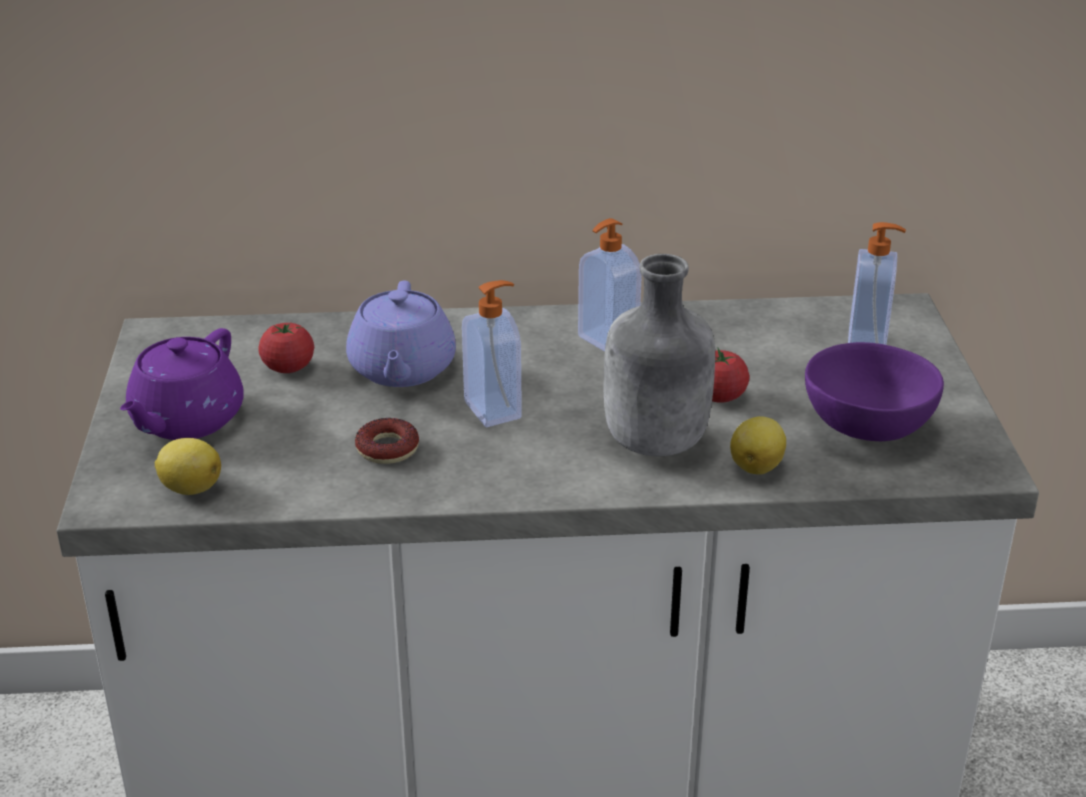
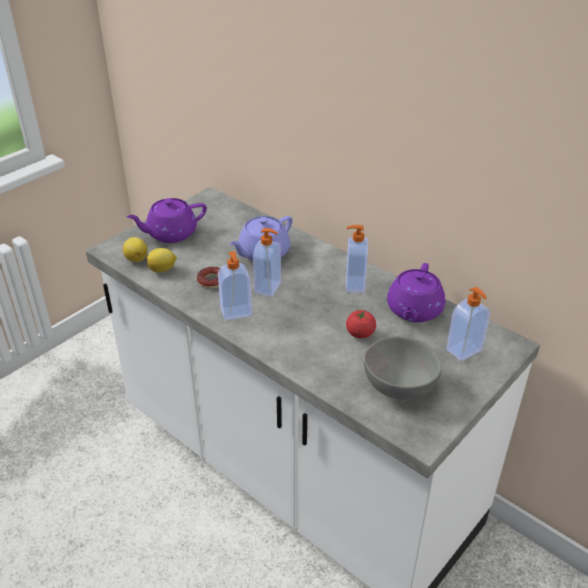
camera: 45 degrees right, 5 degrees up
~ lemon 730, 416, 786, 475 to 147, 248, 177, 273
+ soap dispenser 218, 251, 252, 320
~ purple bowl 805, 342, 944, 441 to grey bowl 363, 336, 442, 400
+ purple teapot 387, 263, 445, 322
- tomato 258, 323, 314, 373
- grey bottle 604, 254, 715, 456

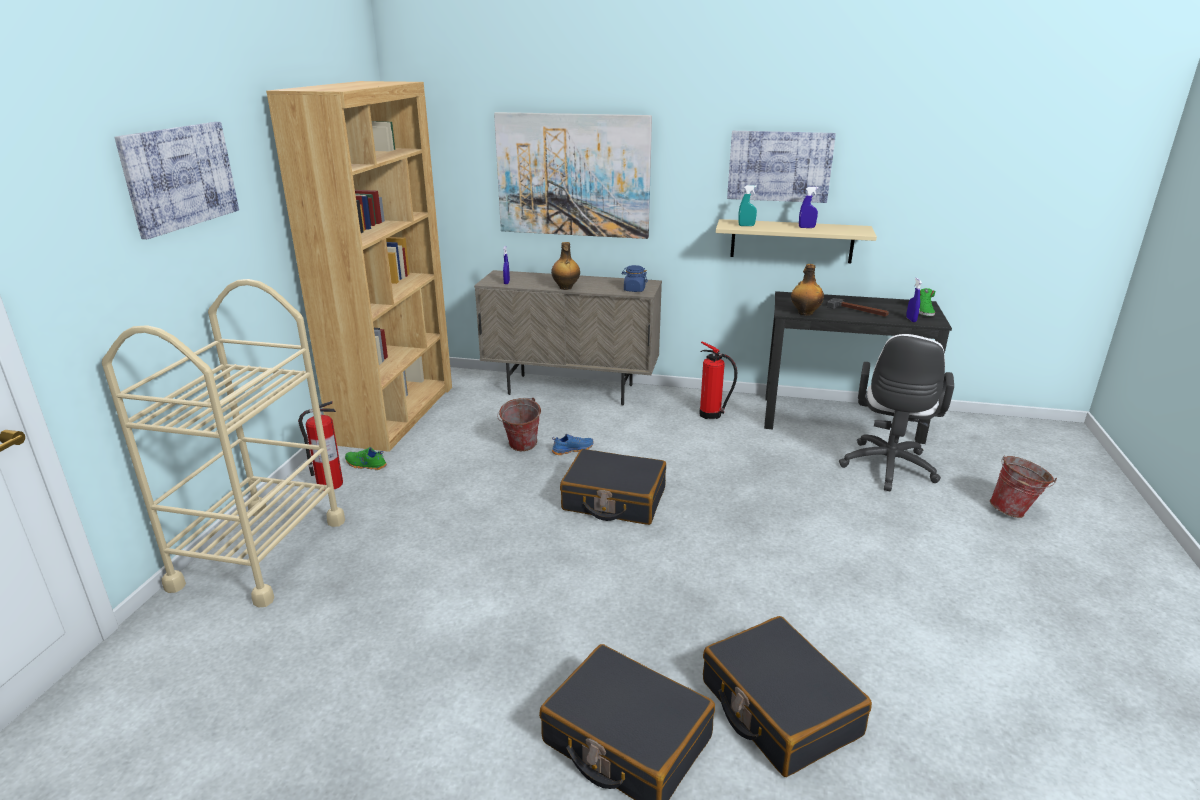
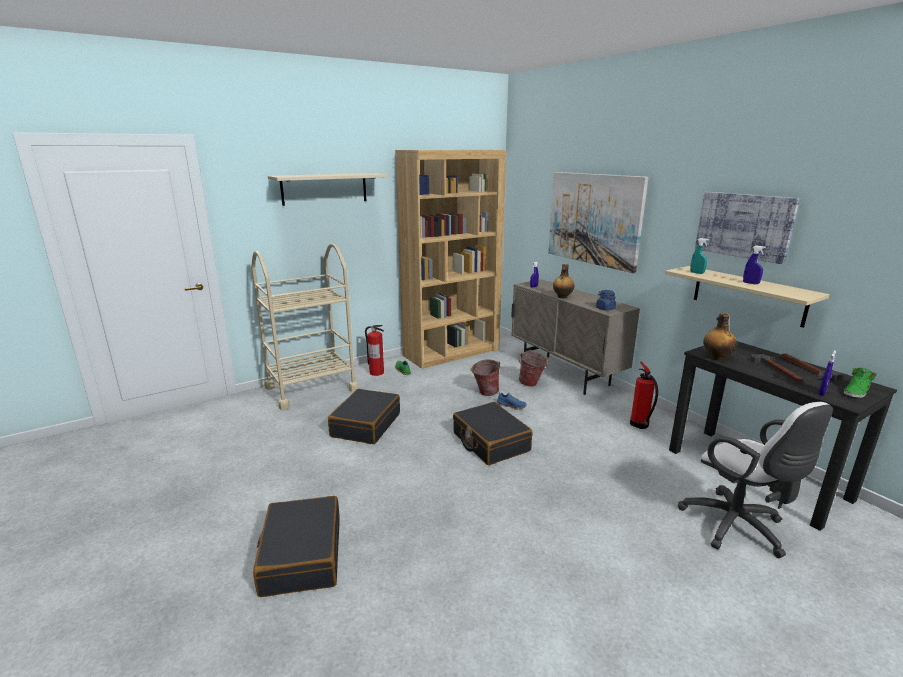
camera: 45 degrees right, 5 degrees down
~ picture 114, 122, 239, 239 to beige shelf 268, 173, 388, 206
~ black suitcase 703, 616, 872, 777 to 328, 389, 400, 444
~ bucket 990, 455, 1057, 518 to 518, 350, 548, 386
~ white office chair 839, 334, 954, 491 = 678, 402, 833, 558 90 degrees counterclockwise
+ hammer 781, 353, 842, 381

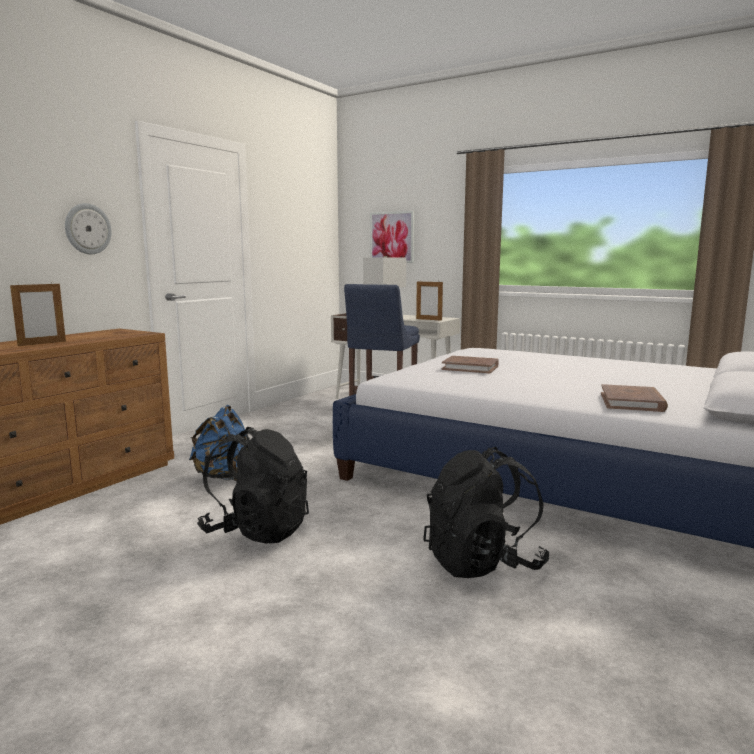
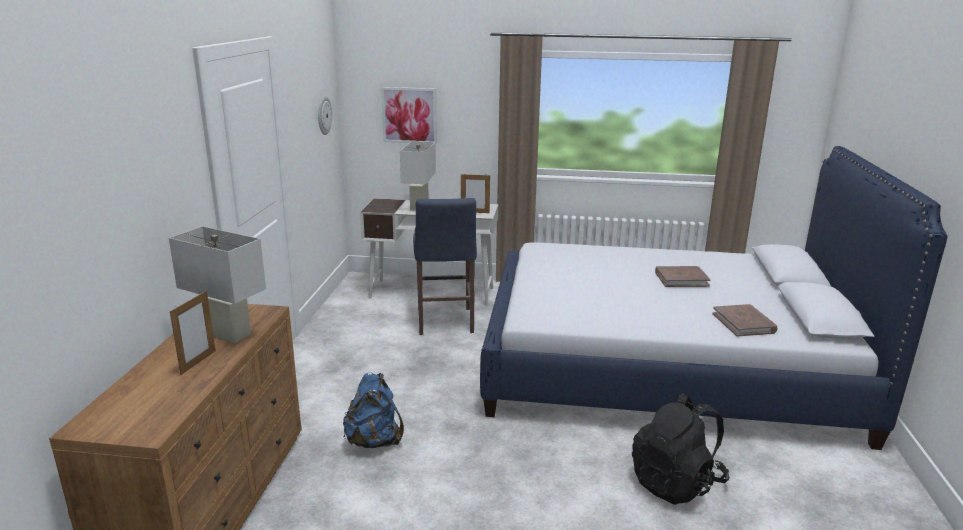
camera: 25 degrees left, 10 degrees up
+ white table lamp 169, 226, 266, 343
~ wall clock 65, 203, 112, 254 to 318, 96, 332, 135
~ brown book 442, 356, 499, 373 to 655, 266, 711, 287
- black backpack 197, 427, 309, 543

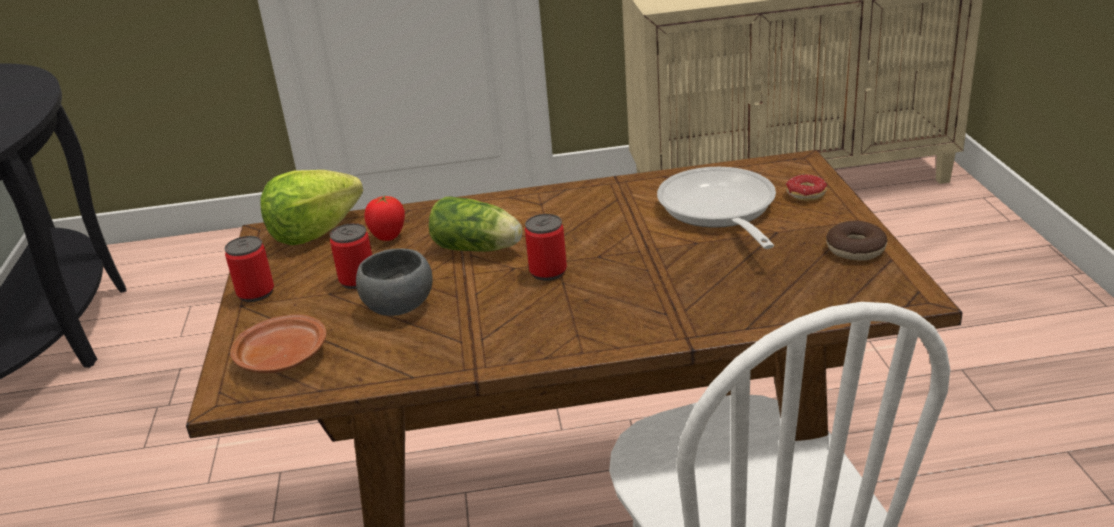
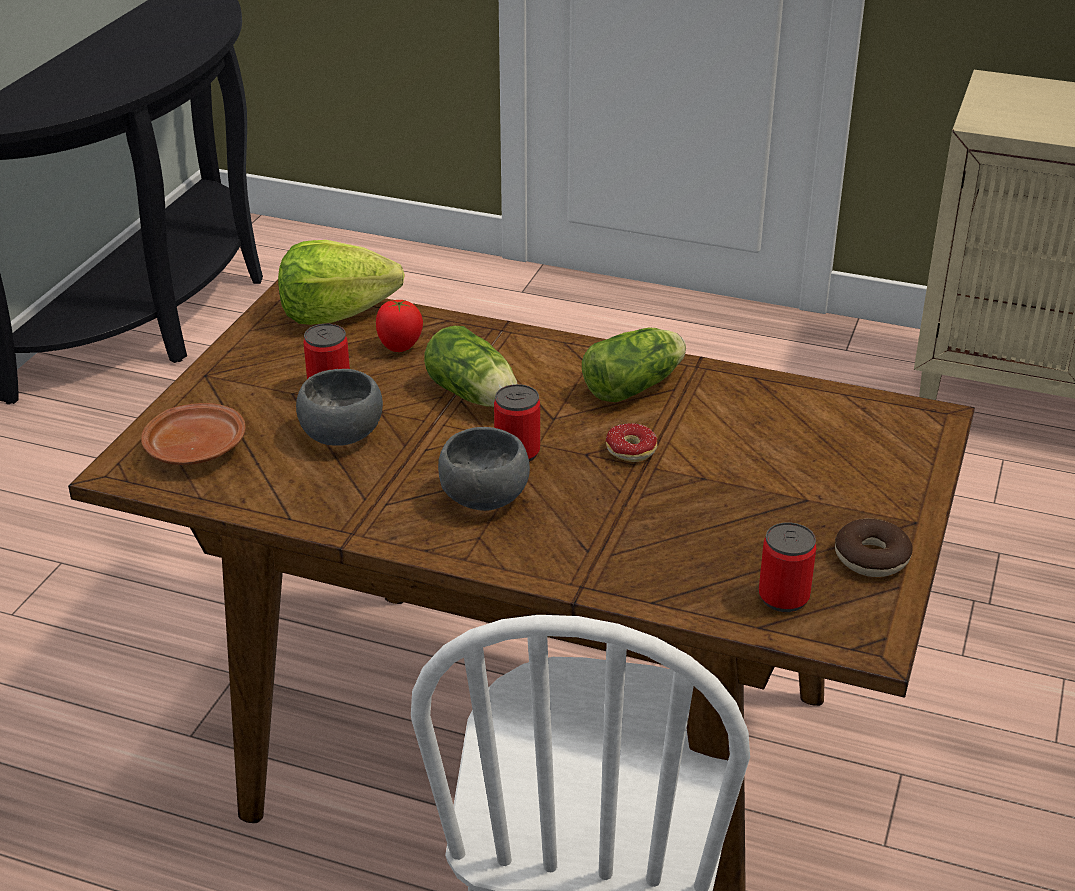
camera: 25 degrees right, 5 degrees up
+ grey bowl 438, 427, 530, 511
+ lettuce 582, 328, 686, 402
~ donut 786, 175, 827, 201 to 606, 423, 658, 462
~ can 225, 236, 274, 302 to 759, 522, 816, 612
- frying pan 657, 167, 776, 249

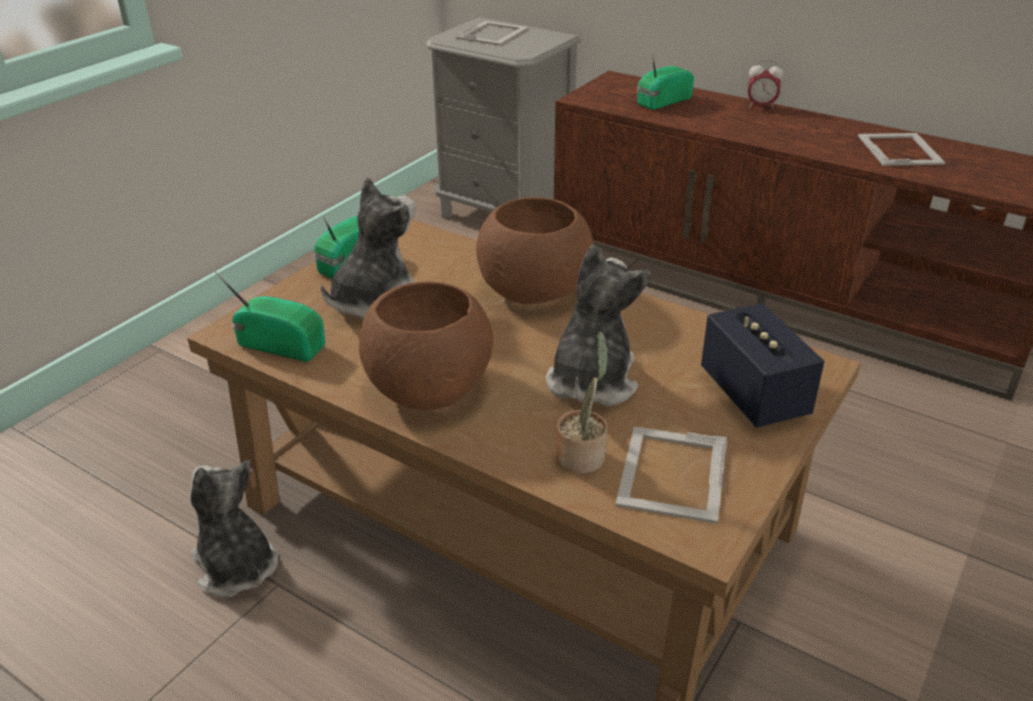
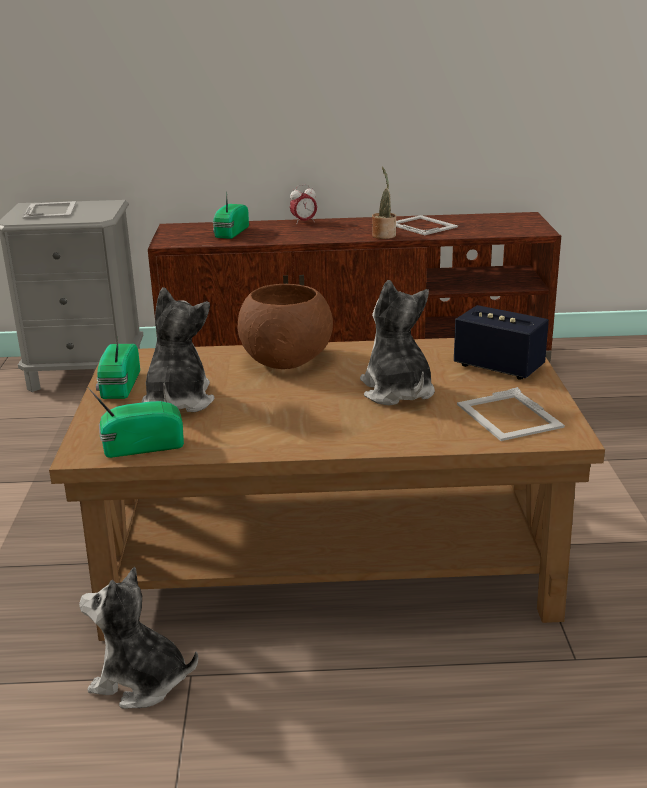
camera: 35 degrees left, 10 degrees down
~ potted plant 557, 331, 608, 474 to 372, 166, 396, 239
- brown bowl 359, 281, 493, 410

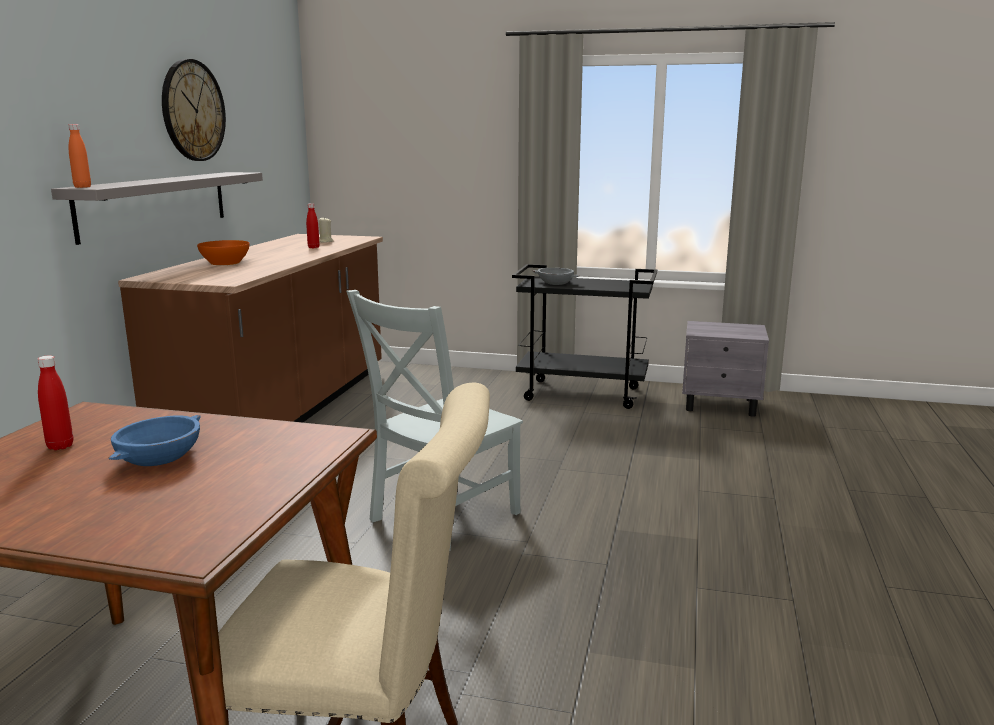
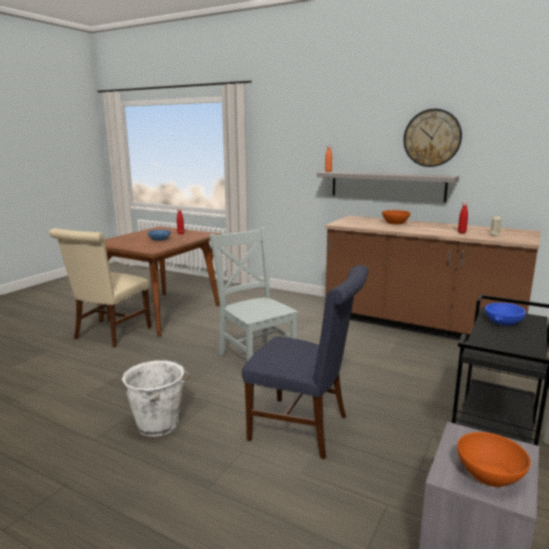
camera: 105 degrees right, 0 degrees up
+ white bucket 122, 360, 191, 437
+ blue chair 242, 265, 369, 459
+ orange bowl 457, 432, 531, 487
~ grey bowl 532, 268, 580, 285 to blue bowl 485, 303, 526, 325

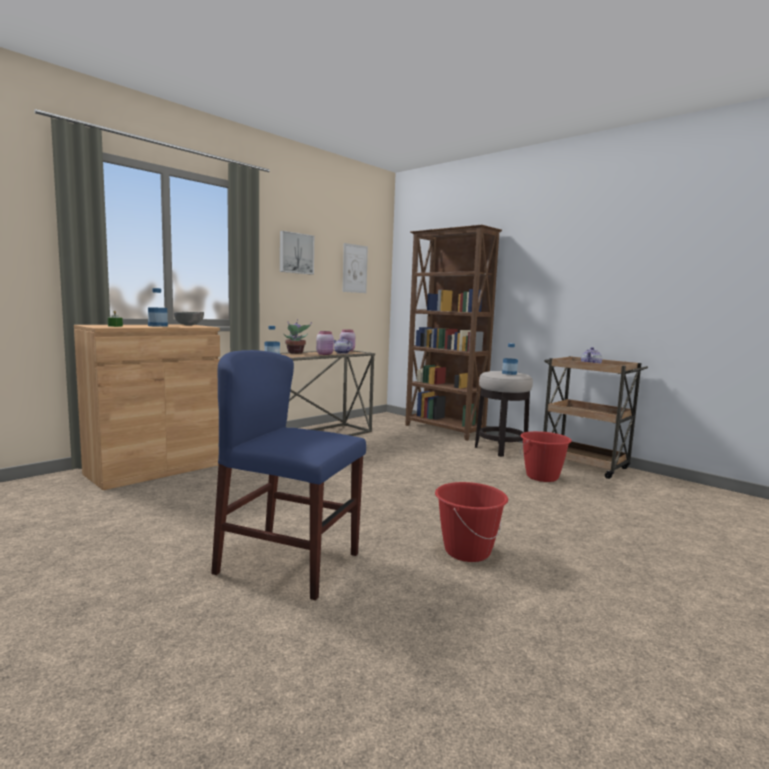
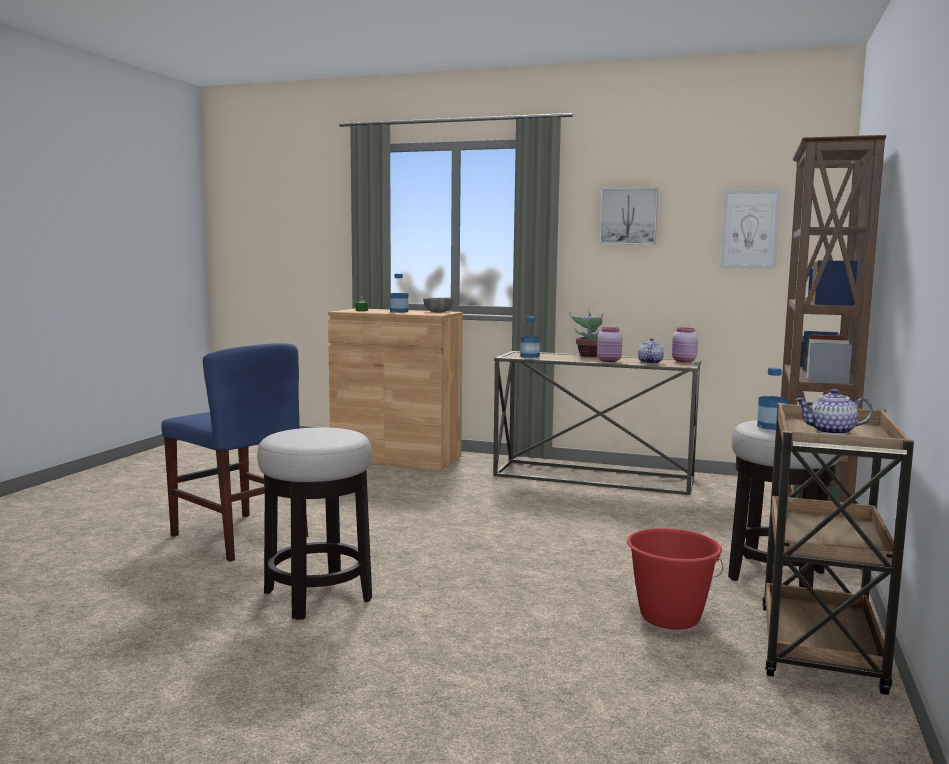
camera: 65 degrees right, 0 degrees up
~ blue chair 211, 350, 366, 600 = 161, 343, 308, 562 135 degrees clockwise
~ red bucket 435, 482, 508, 562 to stool 257, 427, 372, 620

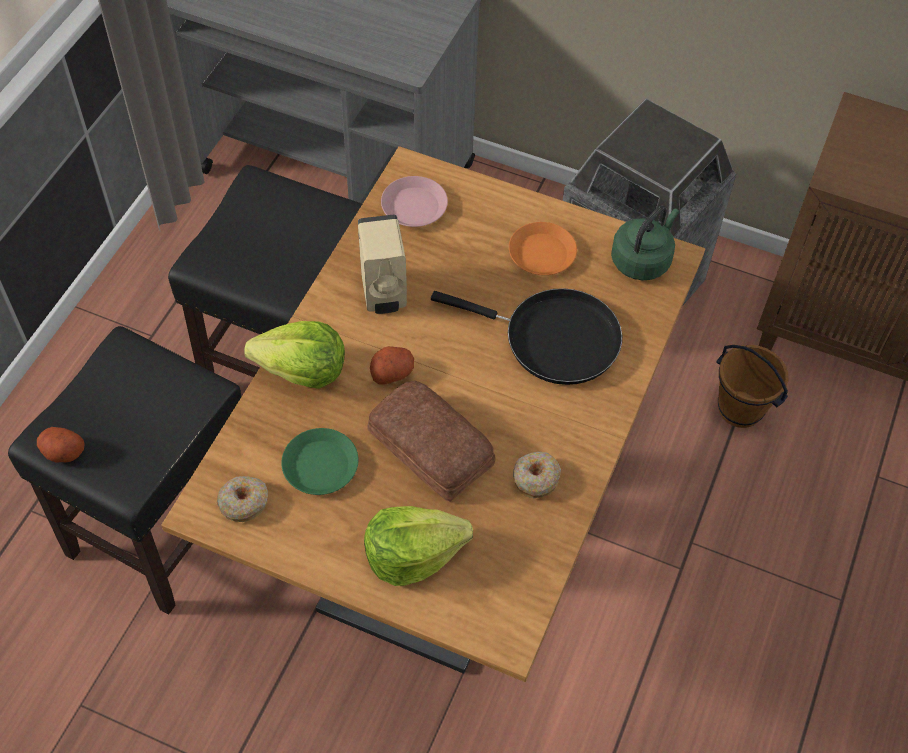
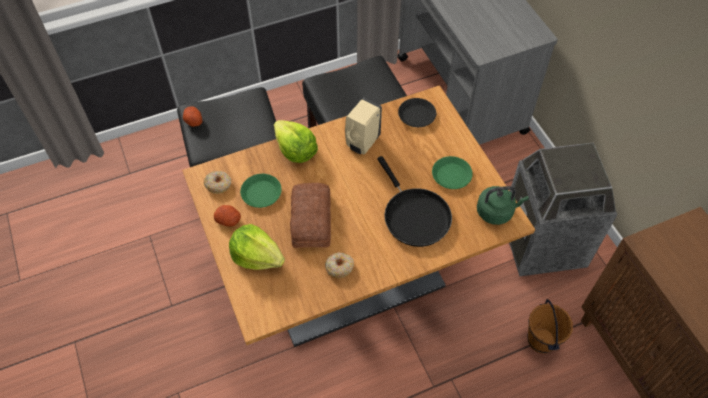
camera: 45 degrees right, 0 degrees up
~ potato 370, 346, 414, 385 to 214, 205, 241, 227
~ pink plate 381, 176, 448, 227 to black plate 398, 98, 436, 127
~ orange plate 509, 222, 577, 275 to green plate 432, 156, 473, 189

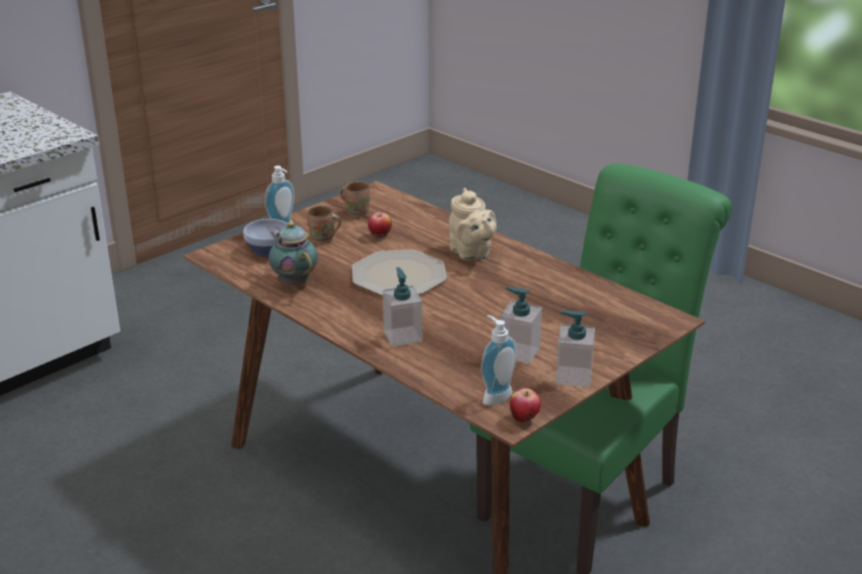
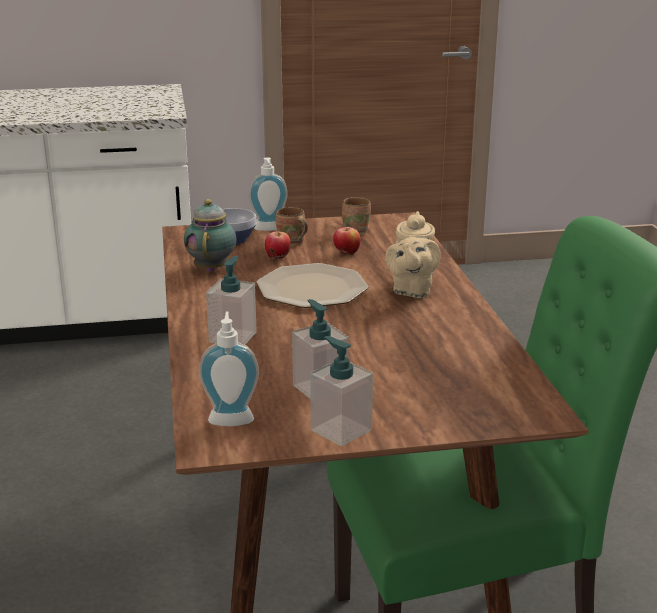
camera: 35 degrees right, 5 degrees down
~ apple 510, 388, 541, 423 to 265, 230, 290, 259

